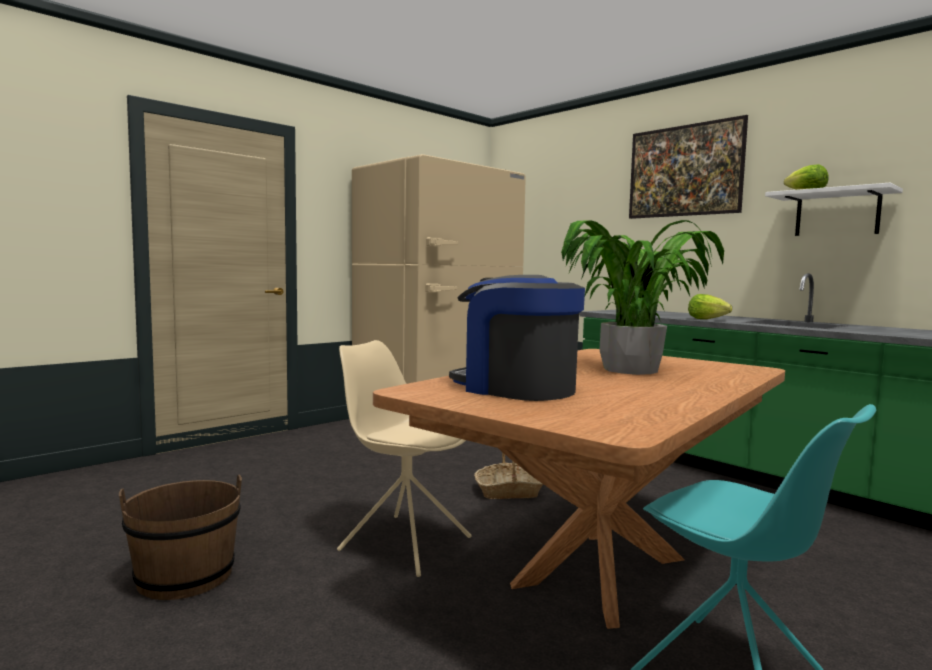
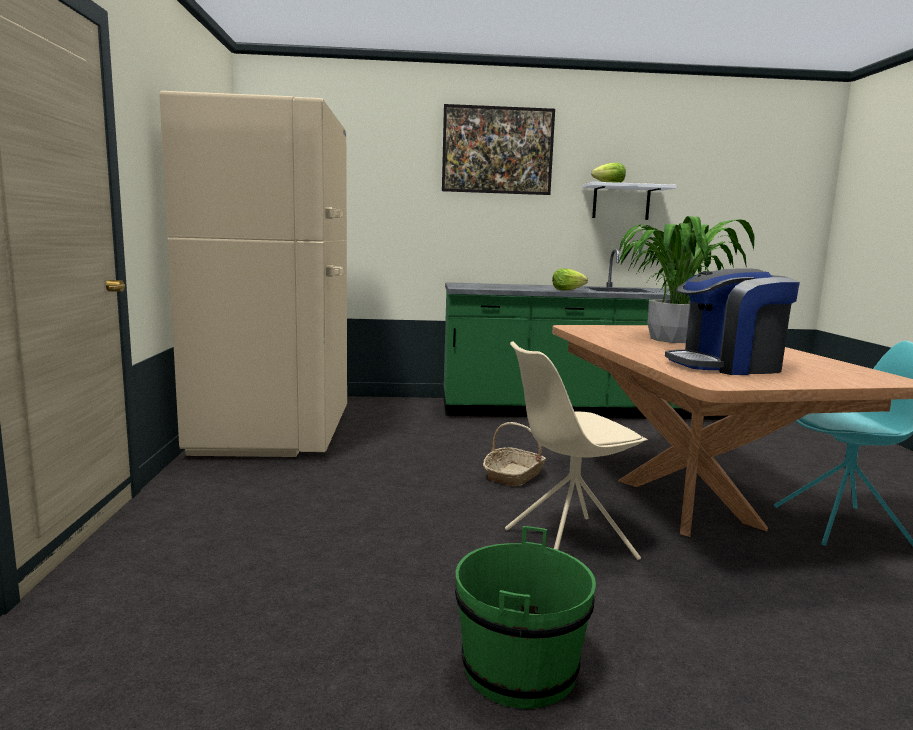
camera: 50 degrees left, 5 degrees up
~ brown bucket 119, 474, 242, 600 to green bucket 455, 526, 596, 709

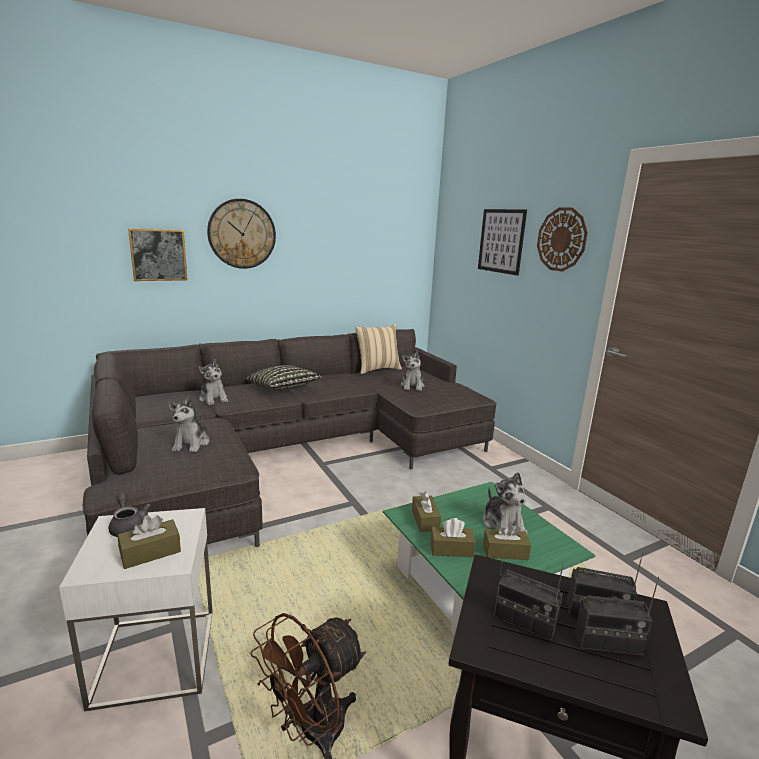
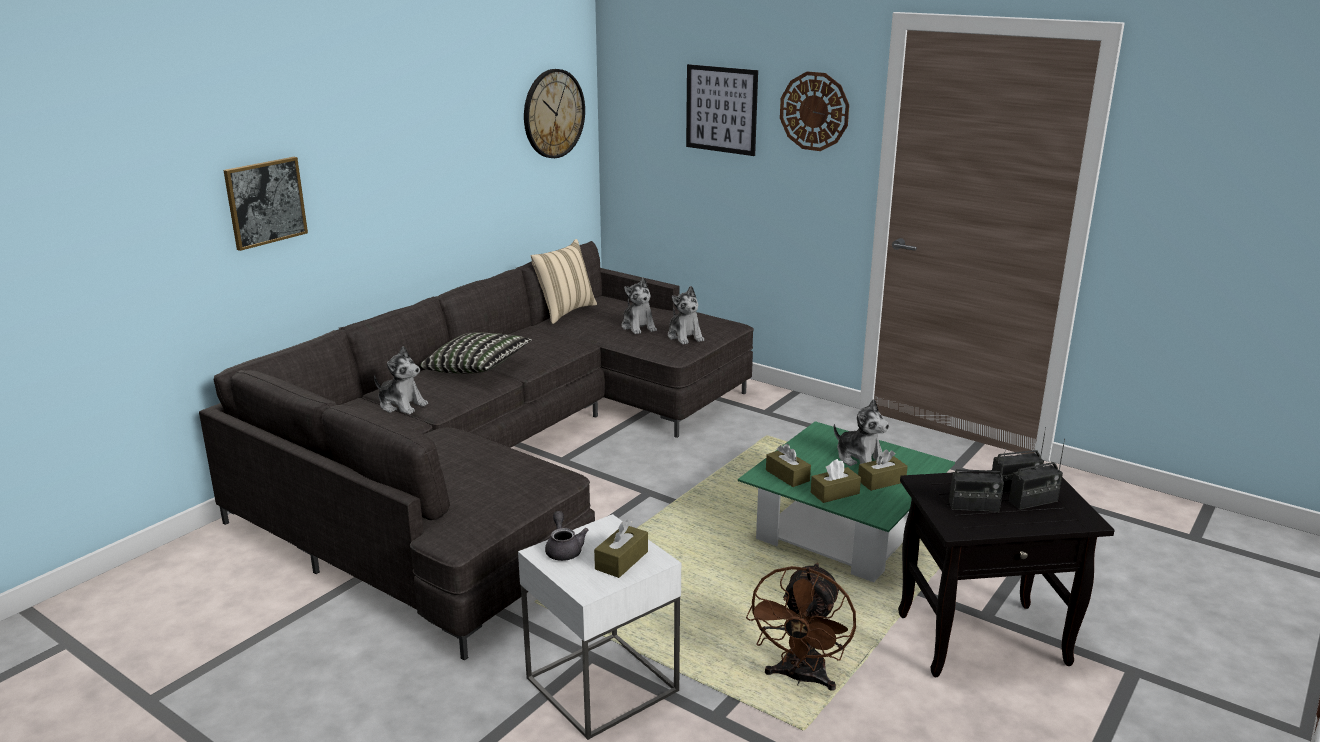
camera: 25 degrees left, 5 degrees up
~ wall clock 207, 199, 276, 269 to 524, 69, 585, 158
~ grey teapot 109, 492, 151, 537 = 545, 511, 588, 561 45 degrees clockwise
~ plush toy 168, 396, 209, 452 to 668, 286, 704, 345

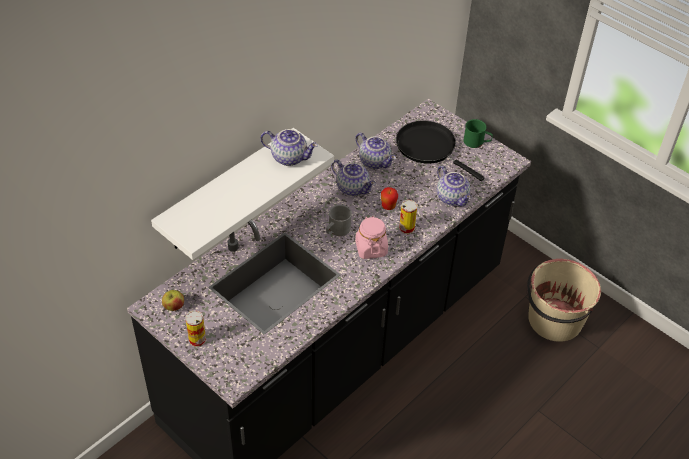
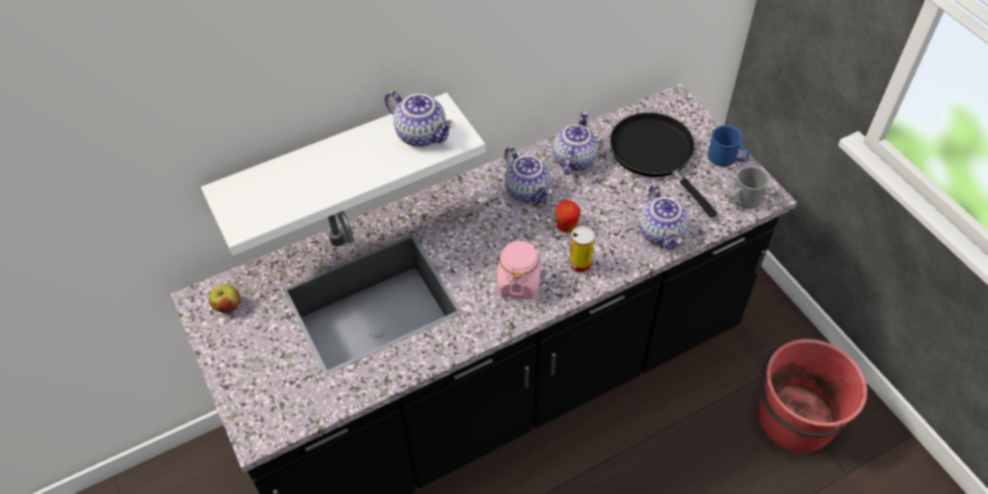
camera: 20 degrees right, 5 degrees up
~ teapot 356, 133, 396, 169 = 553, 111, 598, 175 135 degrees counterclockwise
~ green mug 464, 119, 493, 148 to blue mug 708, 125, 749, 167
~ grey mug 326, 205, 352, 236 to 728, 166, 769, 209
~ beige bucket 527, 259, 601, 342 to red bucket 759, 339, 867, 453
- can 185, 310, 206, 347

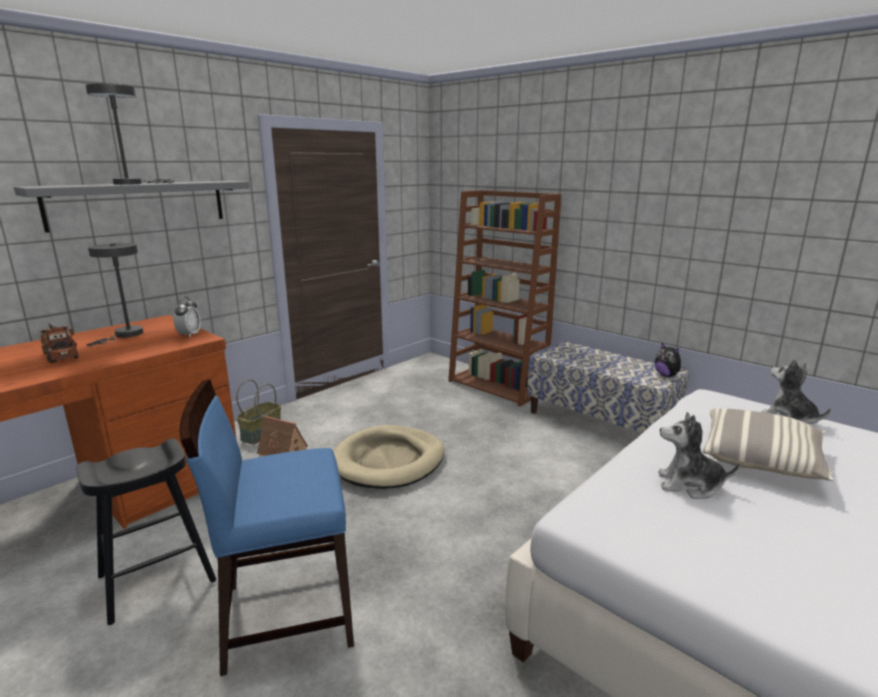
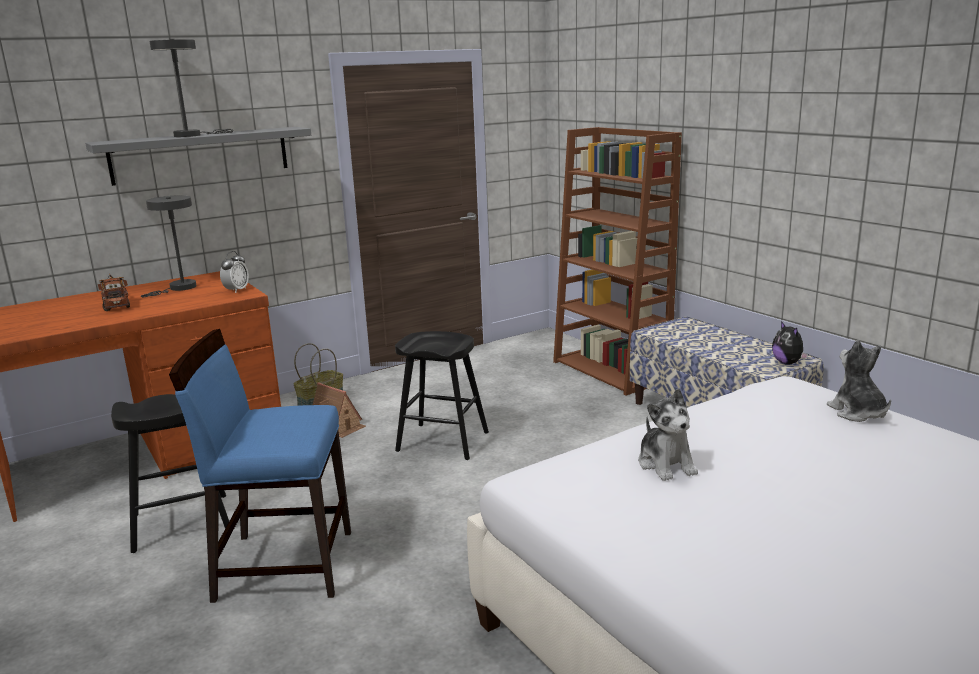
camera: 15 degrees right, 0 degrees up
~ beige dog bed 333, 425, 444, 489 to black stool 395, 331, 489, 460
~ plush toy 659, 412, 740, 499 = 638, 389, 698, 481 135 degrees counterclockwise
- pillow 703, 408, 834, 481

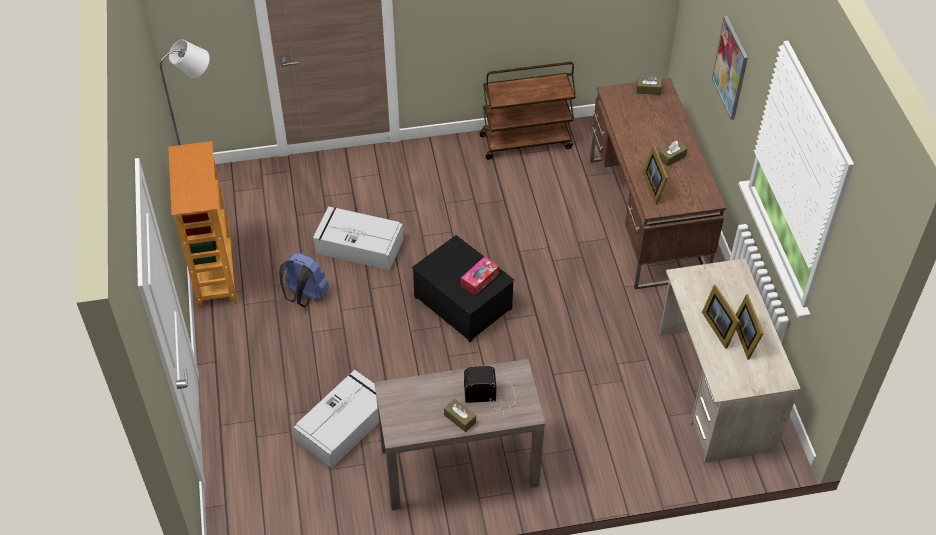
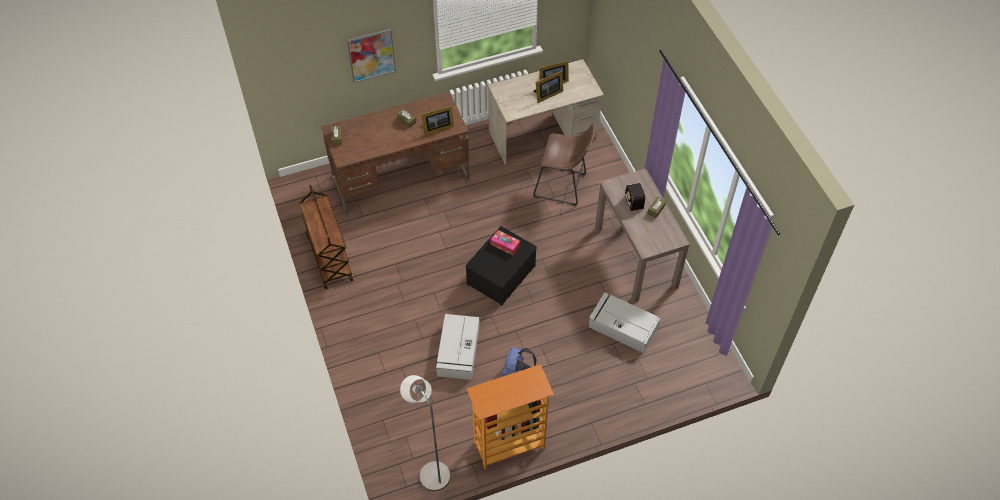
camera: 100 degrees left, 5 degrees up
+ brown stool 533, 123, 595, 206

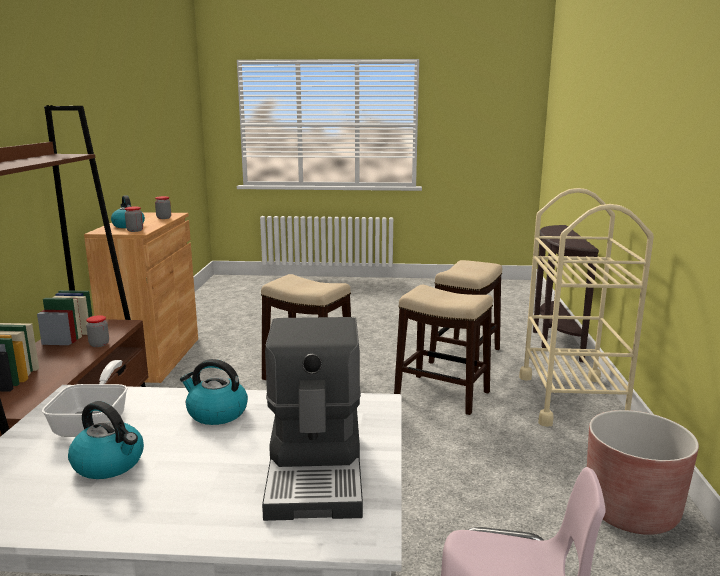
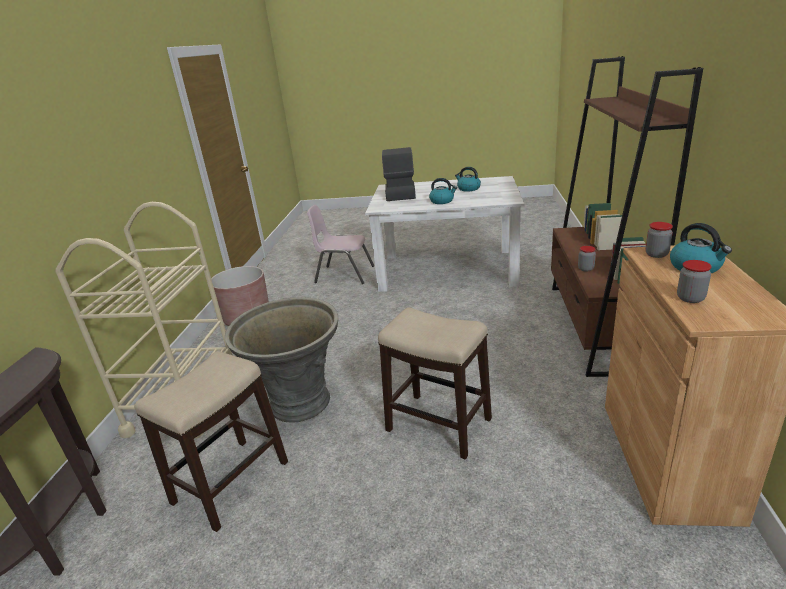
camera: 175 degrees left, 10 degrees up
~ stool 394, 285, 493, 415 to grey planter 225, 297, 338, 423
- frying pan 42, 360, 128, 437

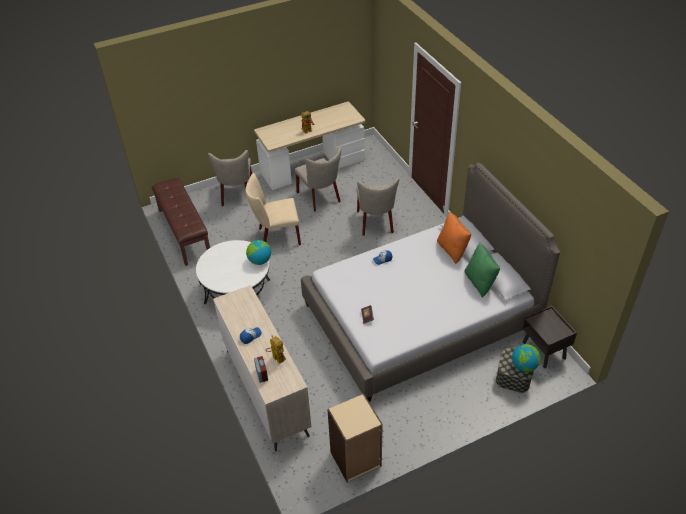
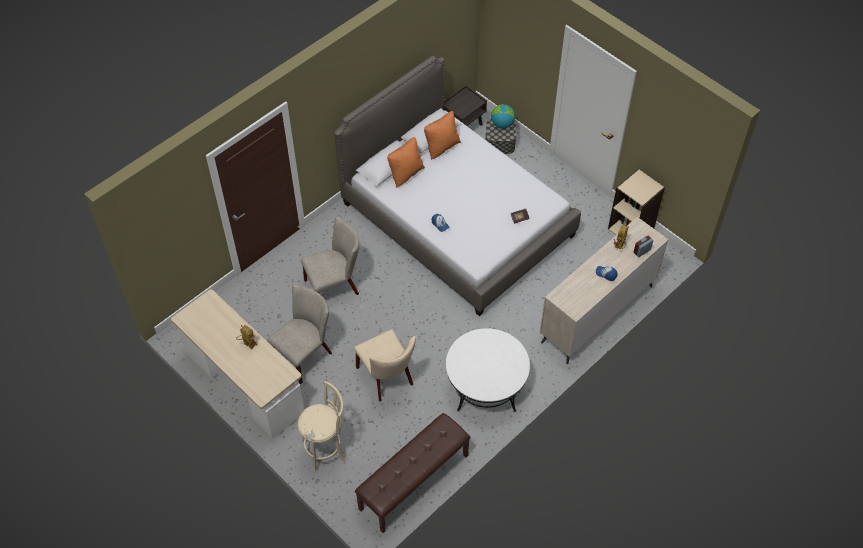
camera: 110 degrees left, 10 degrees up
~ beige chair 208, 150, 252, 206 to beige stool 298, 381, 345, 472
~ green pillow 464, 243, 500, 298 to orange pillow 424, 111, 461, 160
- globe 246, 240, 271, 265

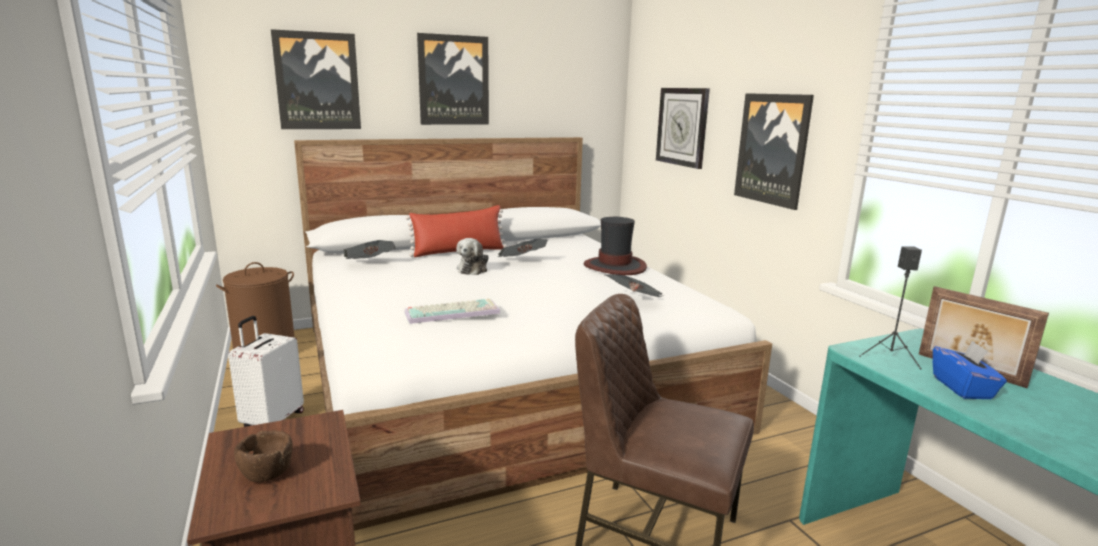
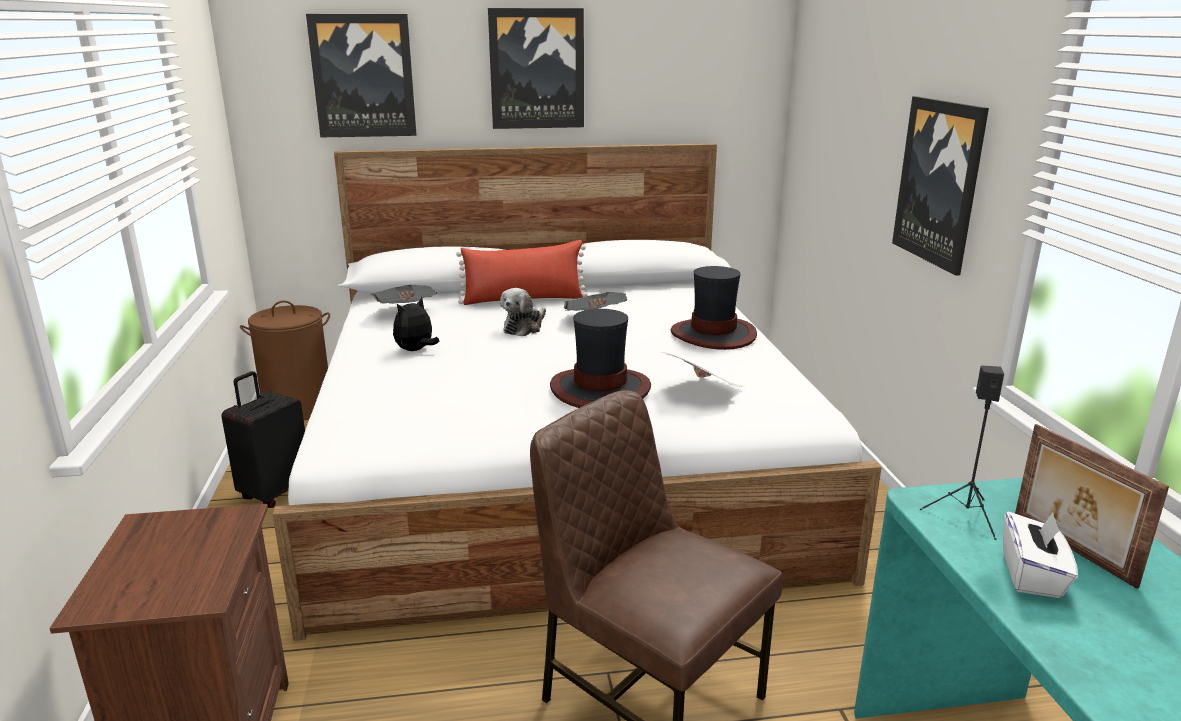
camera: 15 degrees right, 5 degrees up
~ white suitcase 228, 316, 304, 427 to black suitcase 221, 371, 305, 508
+ plush toy 393, 297, 439, 351
+ hat 550, 309, 651, 408
~ blue tissue box 933, 340, 1007, 399 to white tissue box 1003, 511, 1078, 598
- brown bowl 234, 430, 293, 482
- keyboard 404, 299, 501, 324
- wall clock 656, 88, 710, 169

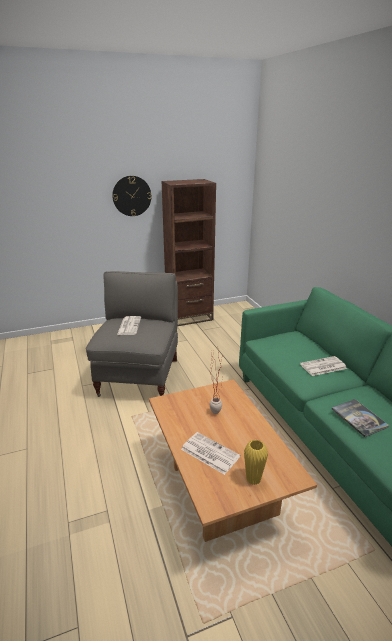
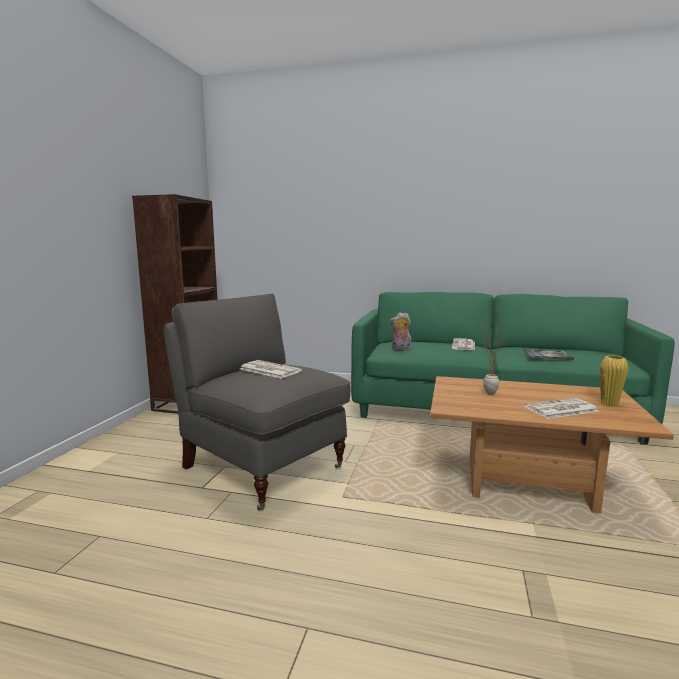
camera: 55 degrees left, 15 degrees down
+ plush toy 390, 313, 411, 351
- wall clock 112, 176, 151, 216

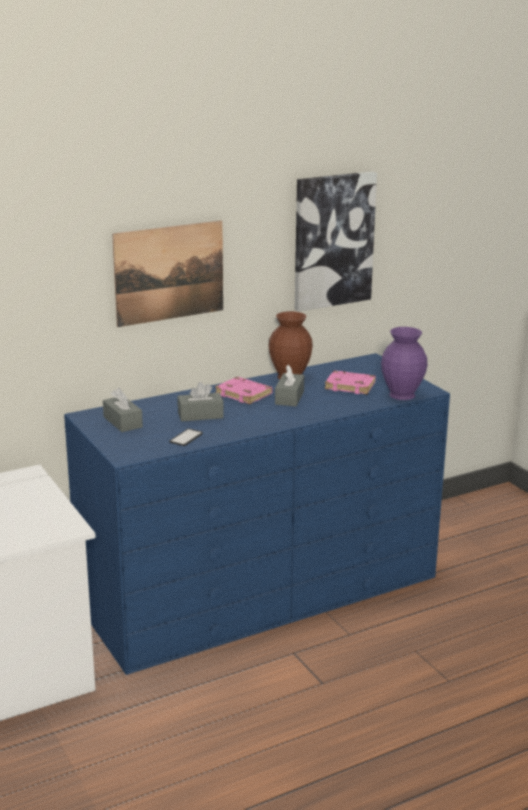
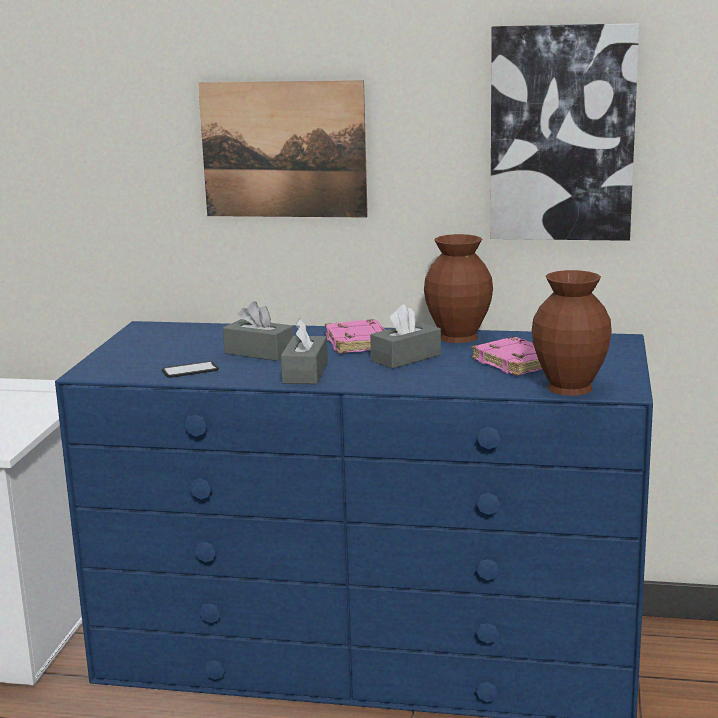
camera: 40 degrees right, 5 degrees down
~ grey tissue box 103, 388, 143, 432 to 281, 318, 328, 384
~ purple vase 381, 327, 427, 400 to brown vase 532, 270, 612, 396

